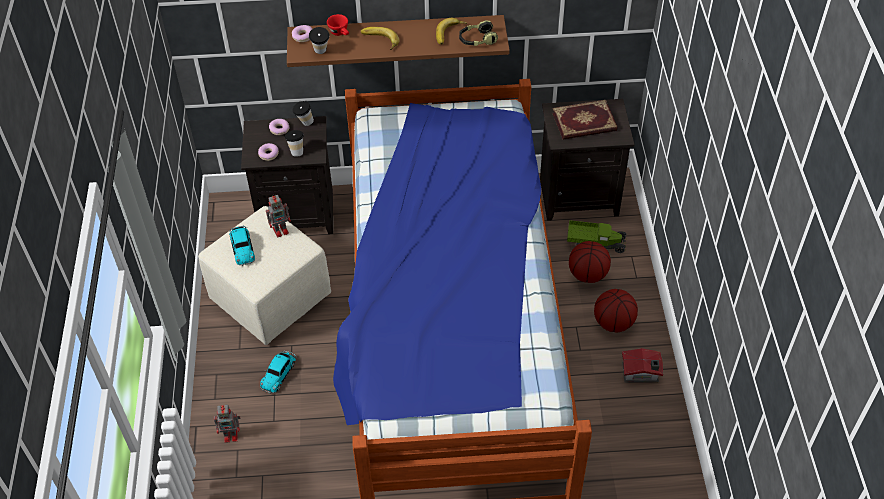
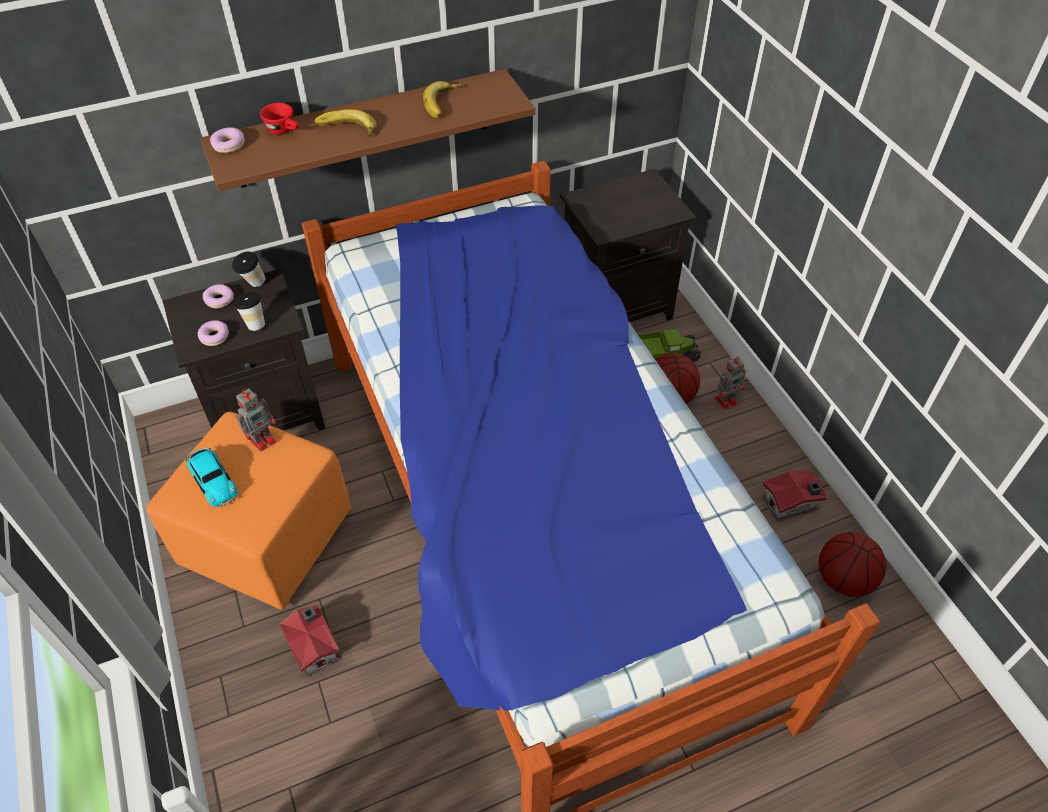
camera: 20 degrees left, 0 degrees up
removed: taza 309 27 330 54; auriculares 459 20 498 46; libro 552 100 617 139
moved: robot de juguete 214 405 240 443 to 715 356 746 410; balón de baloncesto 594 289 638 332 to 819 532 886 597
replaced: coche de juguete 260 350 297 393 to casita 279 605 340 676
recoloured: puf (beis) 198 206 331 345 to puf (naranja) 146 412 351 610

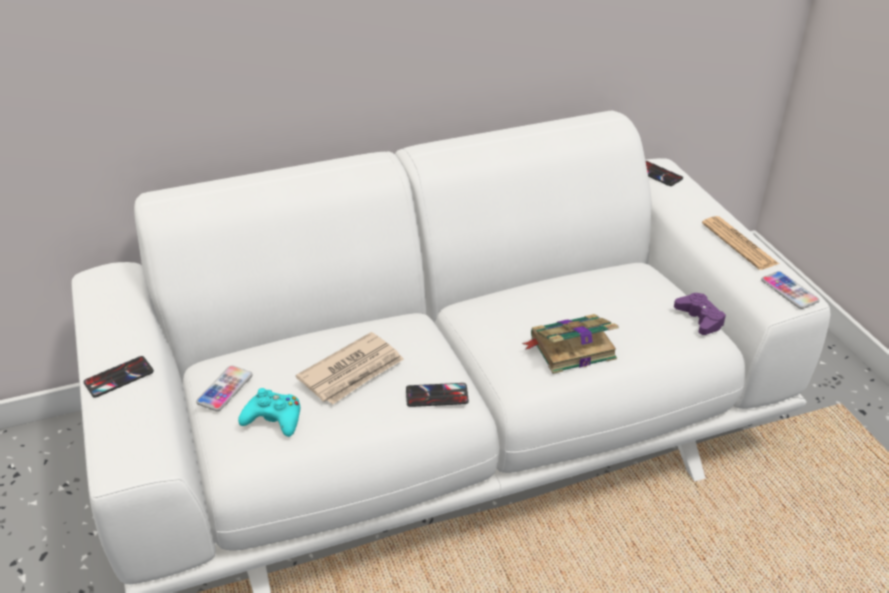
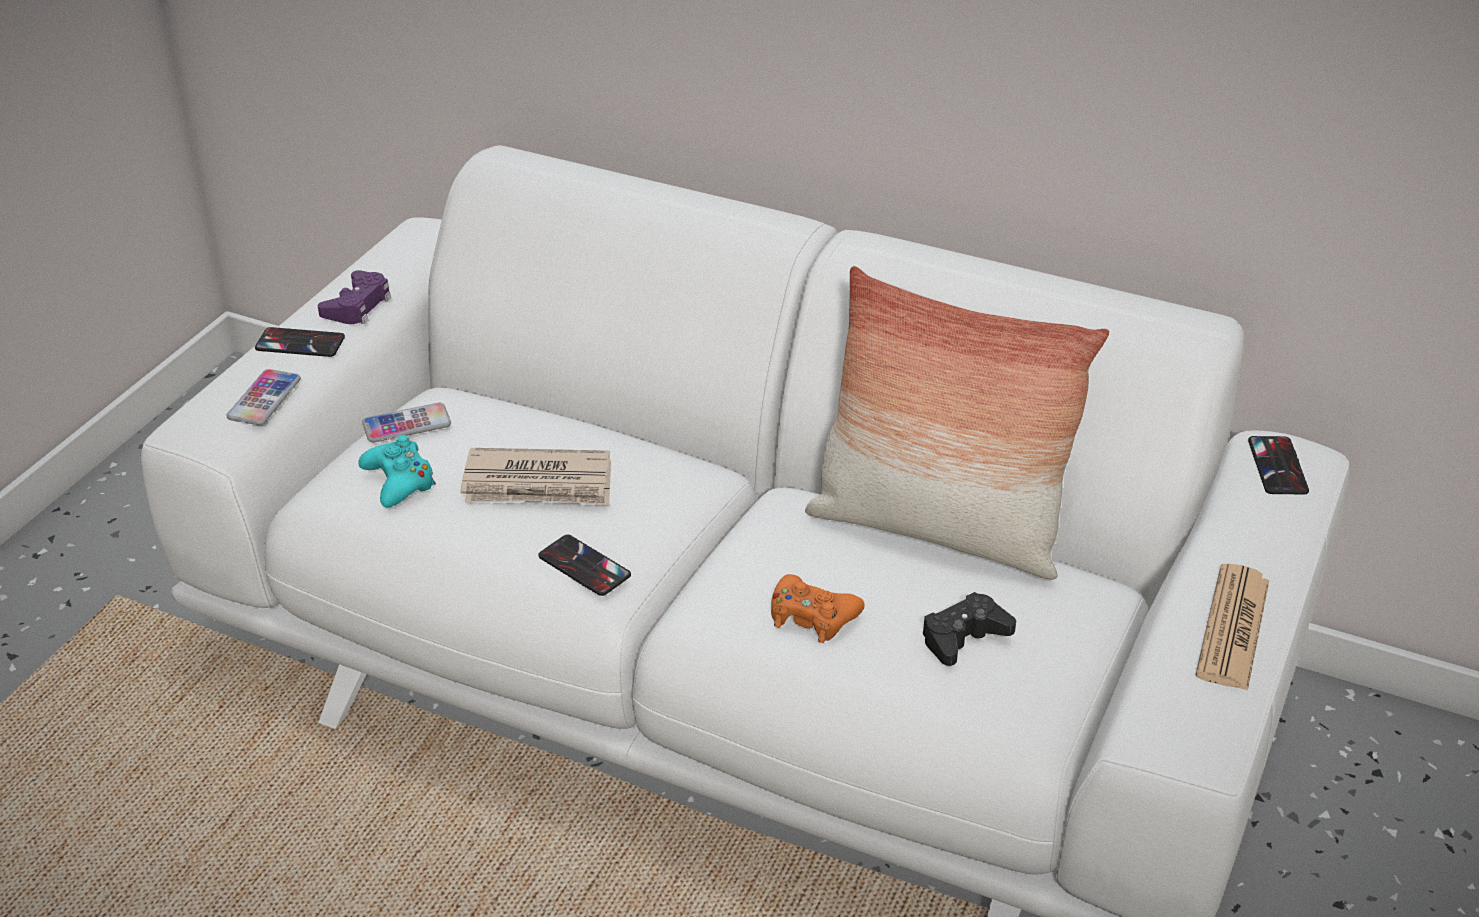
camera: 45 degrees right, 0 degrees up
added: cojín 805 266 1109 580; mando de consola (negro) 923 592 1016 666
moved: móvil 761 271 819 309 to 226 369 301 425; mando de consola (morado) 674 293 726 335 to 318 270 391 324
replaced: libro 522 314 619 374 to mando de consola (naranja) 771 574 865 643

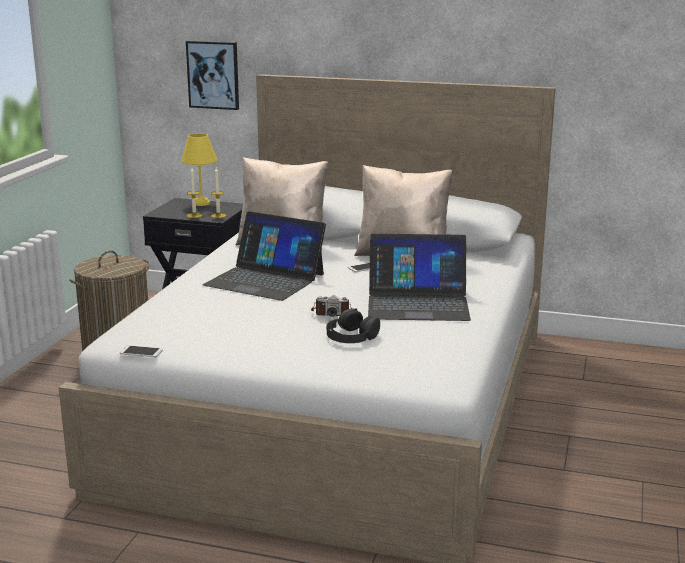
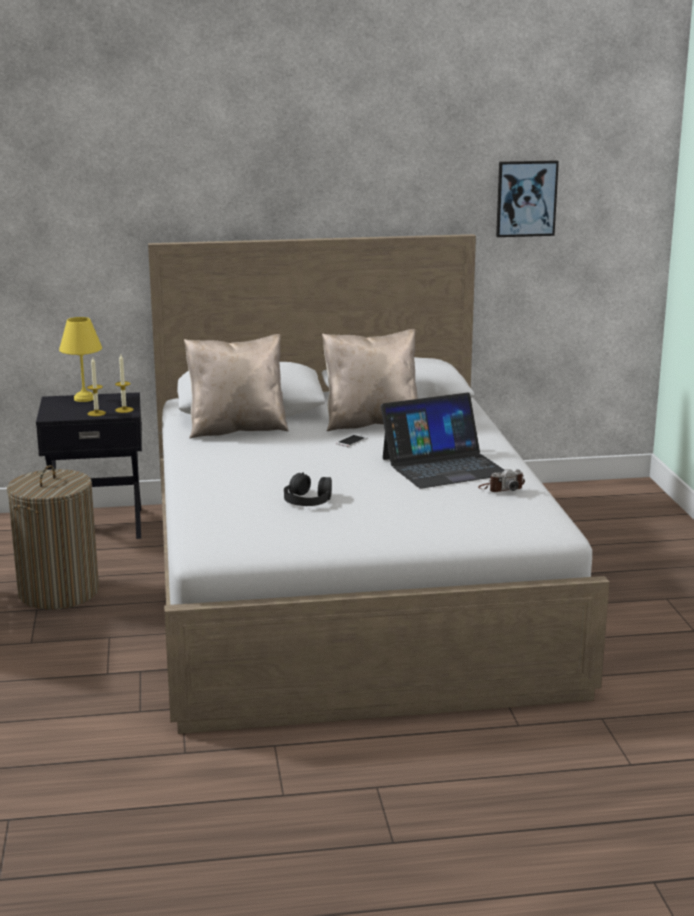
camera: 25 degrees left, 0 degrees up
removed: móvil 120 345 163 357; portátil 203 211 326 301
moved: auriculares (negro) 327 308 380 343 to 284 472 332 506; cámara 311 295 352 317 to 478 469 525 492; cuadro 186 41 239 110 to 496 160 559 237

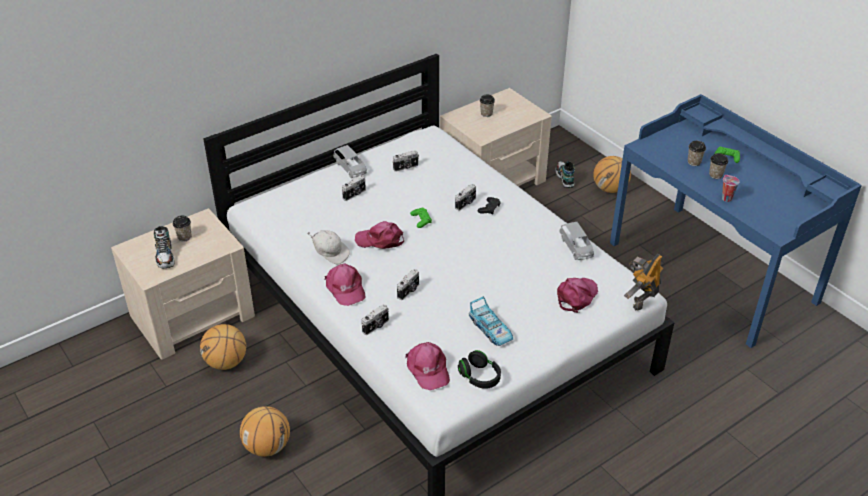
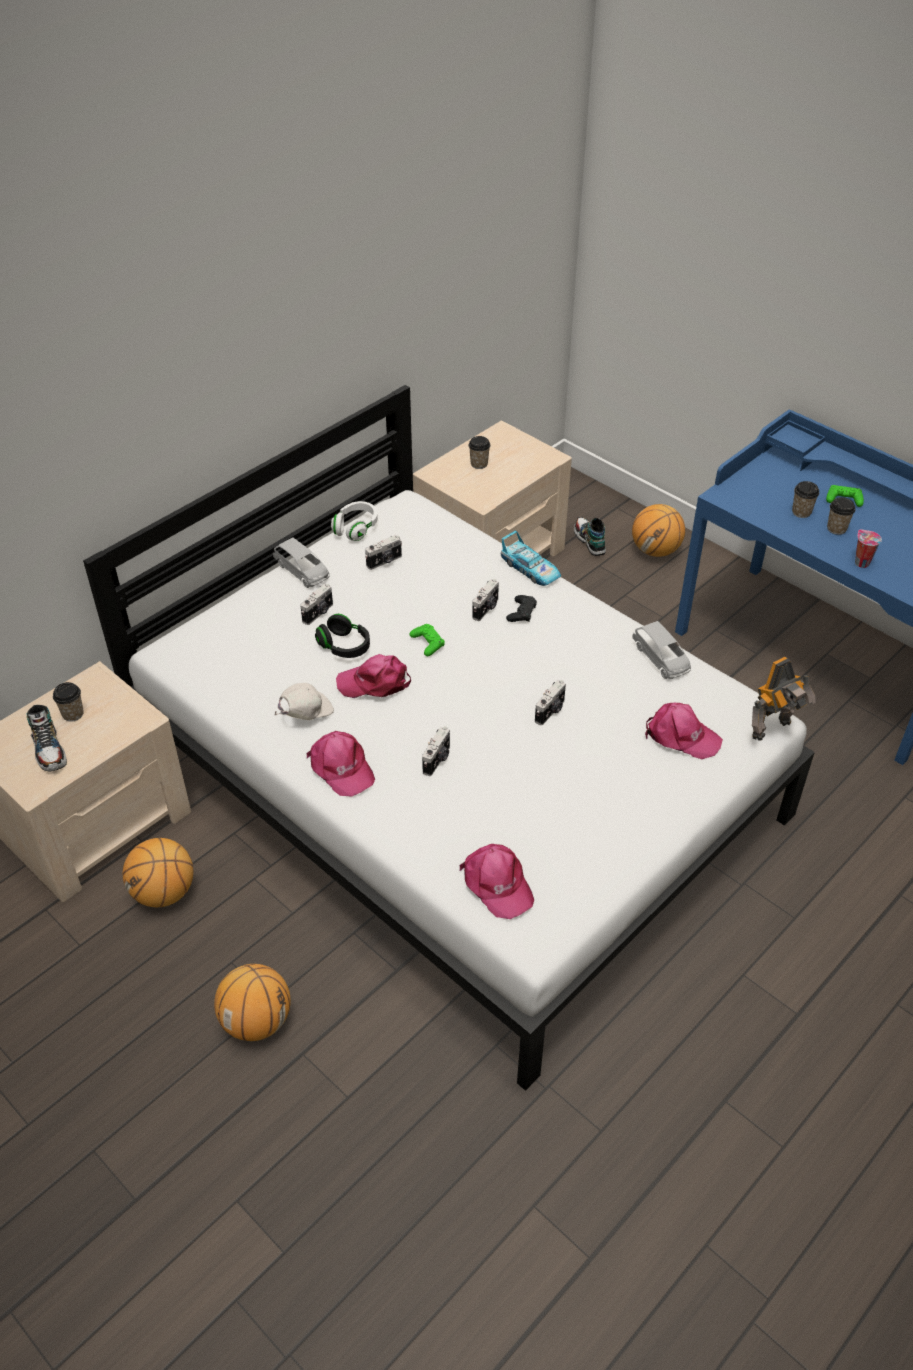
camera: 10 degrees left, 5 degrees up
added: auriculares (blanco) 331 501 378 541
moved: auriculares (negro) 458 350 501 389 to 315 614 370 658; coche de juguete 469 297 513 346 to 501 530 561 586; cámara 362 304 389 335 to 535 680 566 725
turned: gorra (blanco) 307 230 350 264 = 274 683 334 720 60 degrees counterclockwise; gorra (rosa) 557 278 598 313 = 645 703 723 759 90 degrees clockwise; robot de juguete 624 254 664 311 = 752 657 816 741 150 degrees counterclockwise

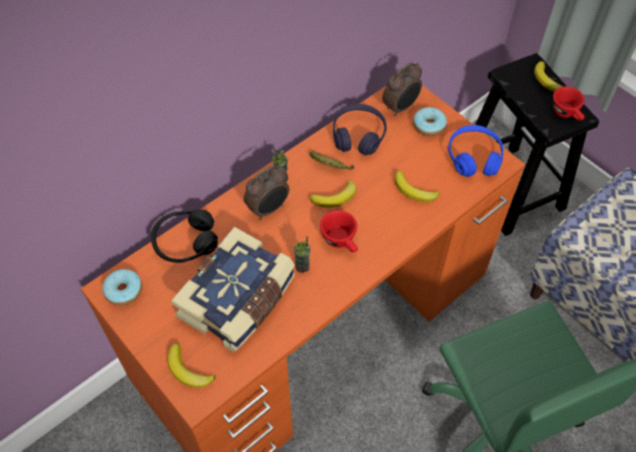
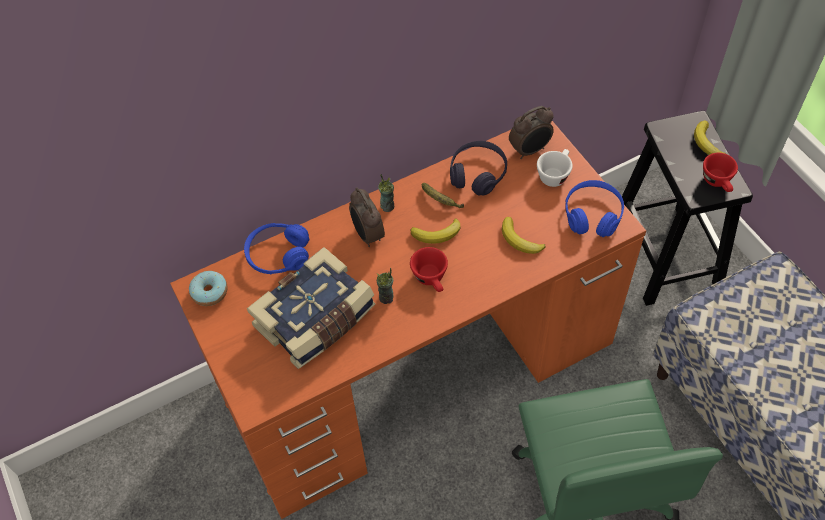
camera: 15 degrees right, 0 degrees up
removed: plátano 167 343 216 388
replaced: rosquilla 413 107 447 136 to taza (blanco) 537 149 573 187
recoloured: auriculares (negro) 151 209 218 263 to auriculares (azul) 244 223 309 274
turned: despertador 244 165 289 220 = 349 188 385 247 90 degrees clockwise

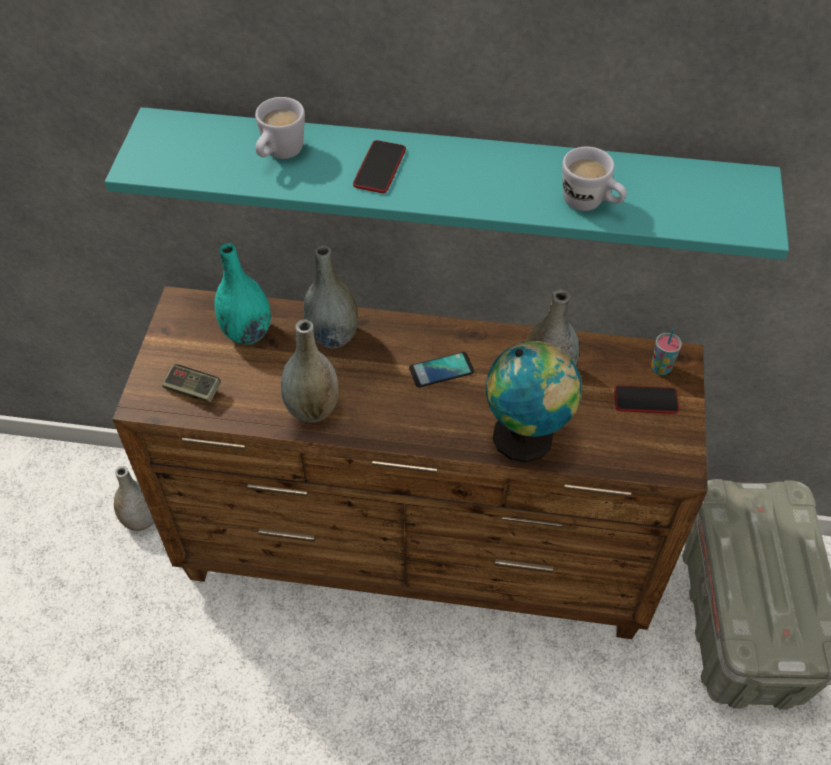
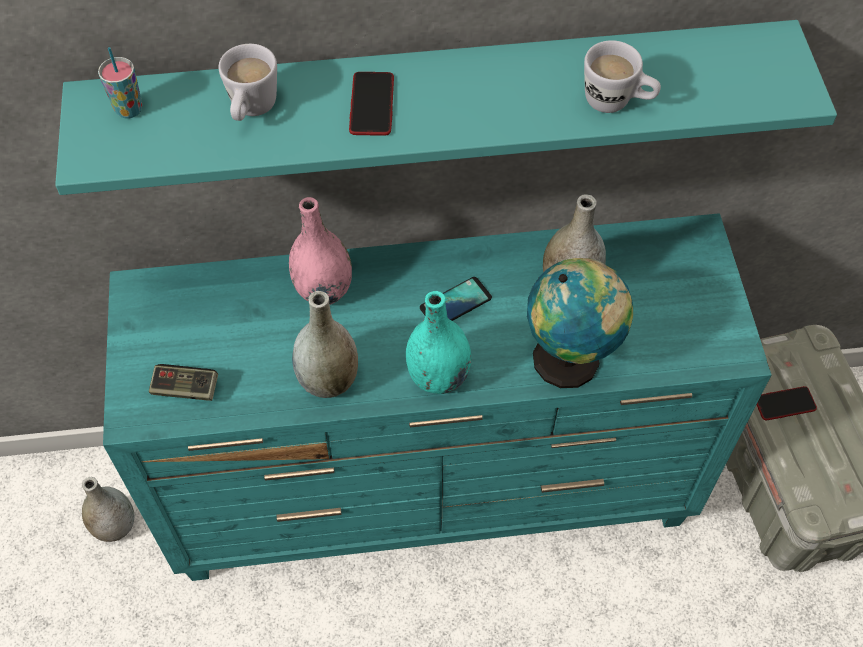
camera: 15 degrees left, 5 degrees up
moved: taza 651 328 682 375 to 98 47 142 119; florero (turquesa) 215 243 271 345 to 406 291 471 394; móvil 614 385 679 414 to 757 386 817 420
recoloured: cómoda (marrón) 112 286 708 639 to cómoda (turquesa) 103 213 772 581; florero (gris) 303 245 358 348 to florero (rosa) 289 197 352 305

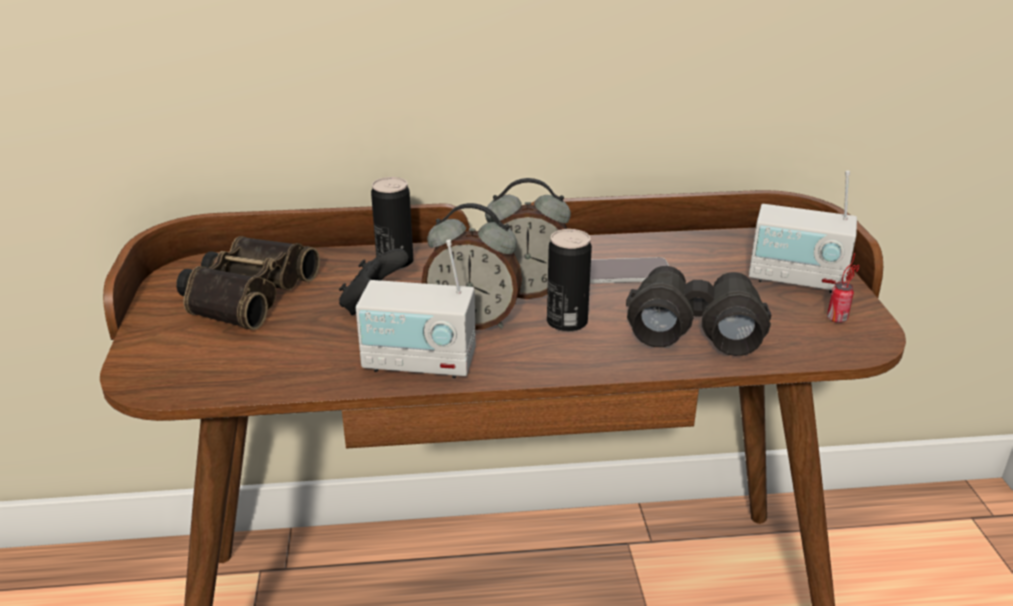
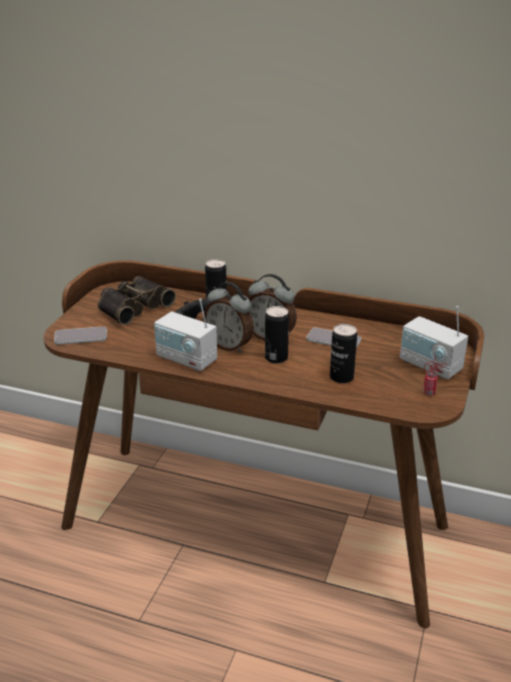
camera: 25 degrees right, 0 degrees up
added: móvil 54 327 107 345
replaced: prismáticos (negro) 626 266 771 356 to lata 330 324 357 384

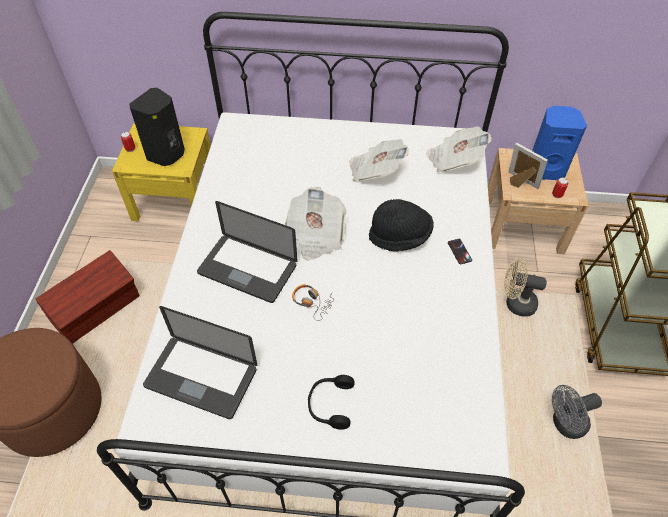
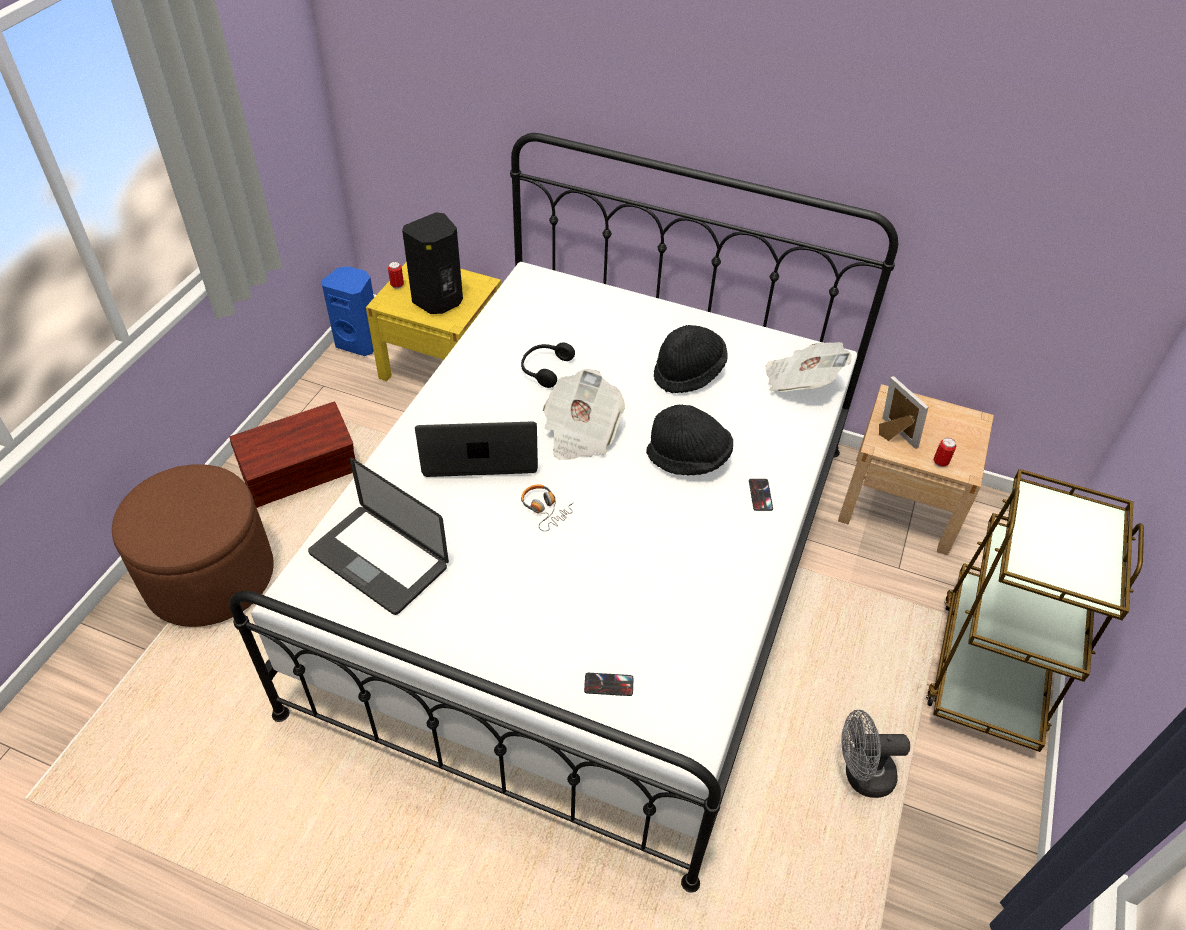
camera: 15 degrees right, 5 degrees down
removed: ventilador (beis) 504 258 547 317
added: móvil 584 673 633 696
moved: altavoz (azul) 532 106 587 180 to 321 266 374 356; auriculares (negro) 308 375 355 430 to 521 343 575 388
replaced: periódico 349 139 409 181 to sombrero (negro) 654 325 728 393
turned: portátil 197 201 297 303 = 415 421 538 477 135 degrees clockwise

